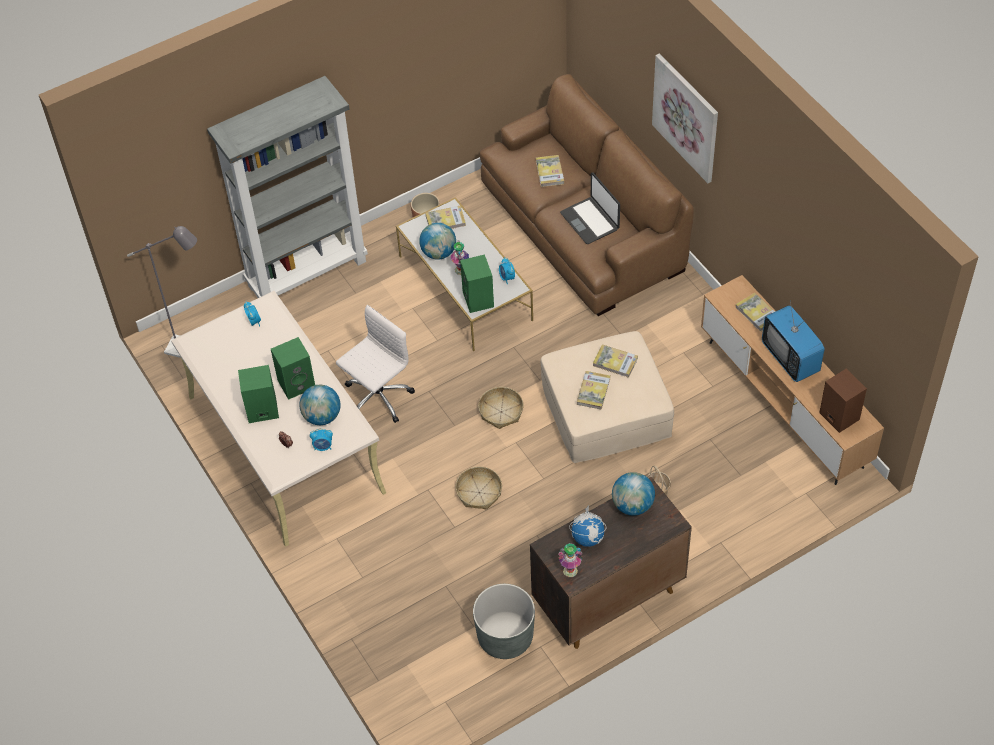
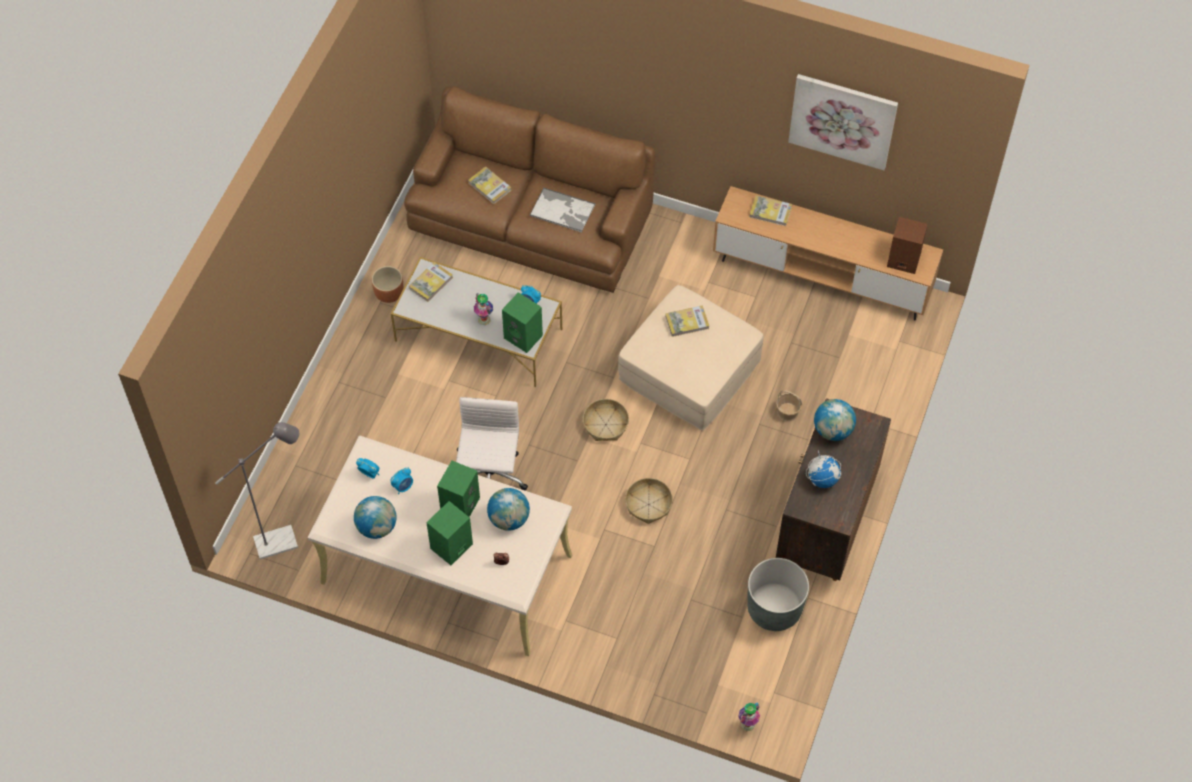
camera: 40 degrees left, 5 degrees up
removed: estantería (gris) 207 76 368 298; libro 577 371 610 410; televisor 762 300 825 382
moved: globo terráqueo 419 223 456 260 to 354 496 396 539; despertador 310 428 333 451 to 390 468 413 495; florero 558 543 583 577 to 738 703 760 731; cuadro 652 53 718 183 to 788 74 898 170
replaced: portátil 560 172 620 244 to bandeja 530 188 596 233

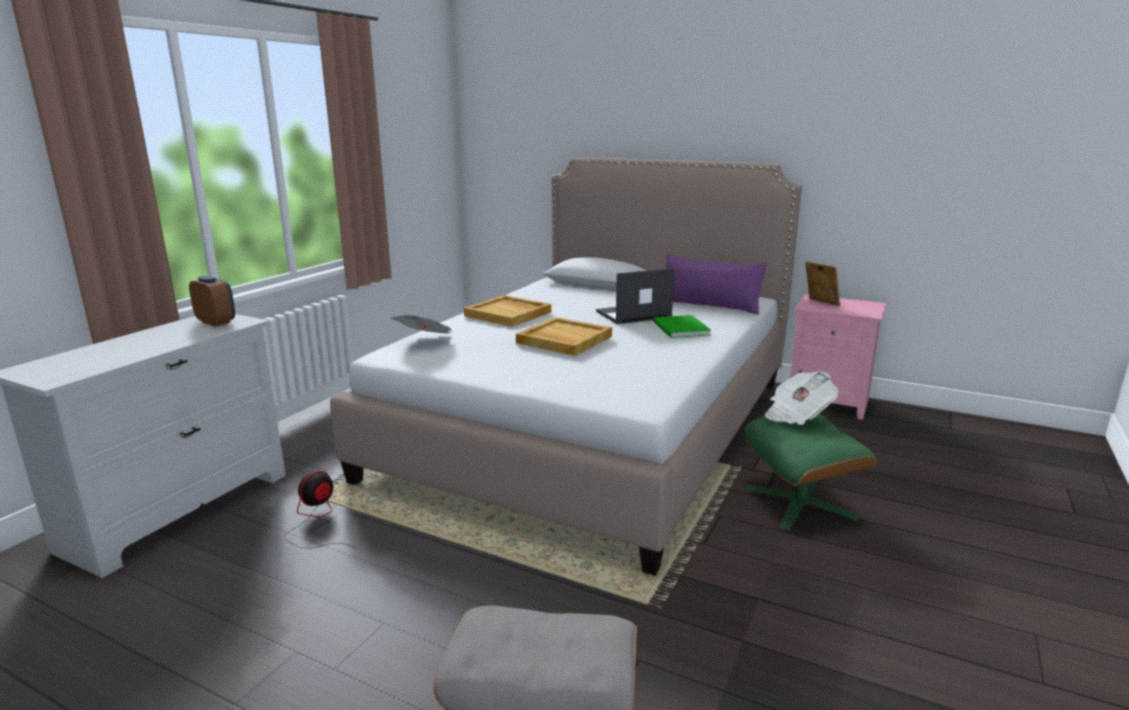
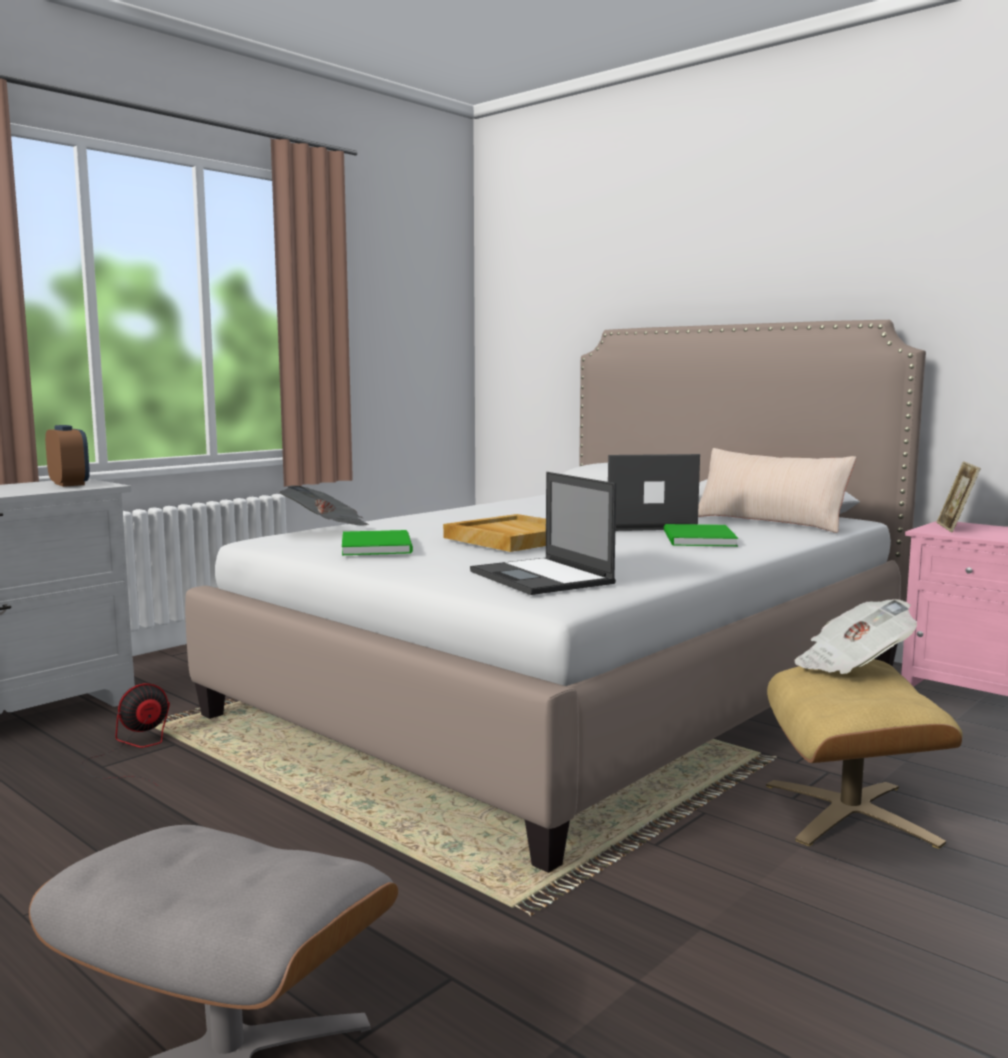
camera: 15 degrees right, 10 degrees down
removed: bandeja (beis) 464 295 551 327
added: libro (verde) 342 530 413 555; portátil 470 472 616 595
recoloured: cojín (morado) 666 254 767 315 to cojín (beis) 698 448 856 533; puf (verde) 745 413 877 531 to puf (beis) 766 659 963 849
turned: portarretratos 805 261 840 306 = 936 461 981 533 150 degrees counterclockwise

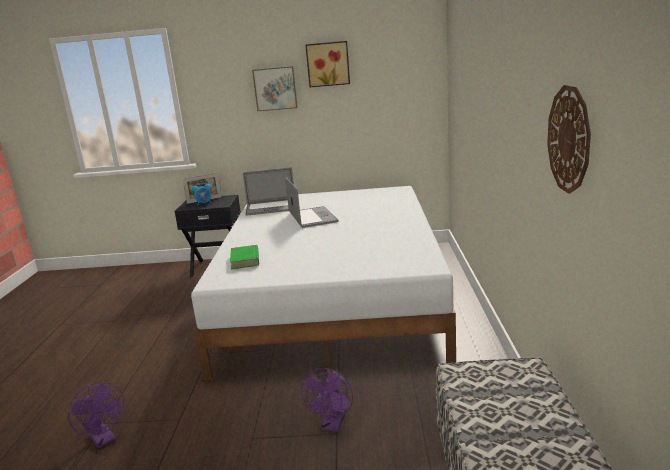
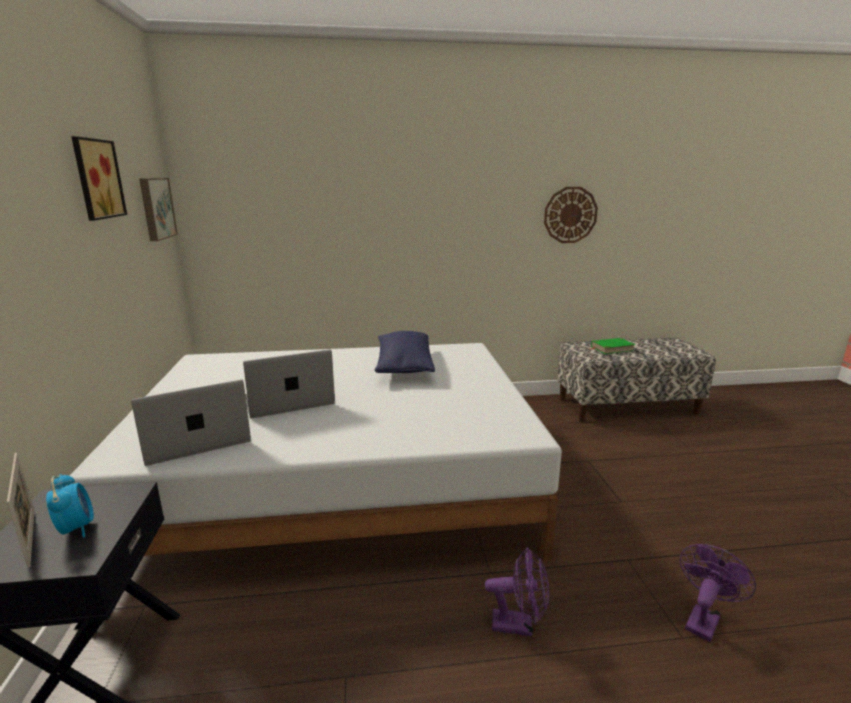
camera: 100 degrees left, 0 degrees up
added: cojín (azul) 375 331 435 373
moved: cuadro 252 66 298 111 to 139 178 178 241; ventilador (morado) 301 368 353 432 to 485 547 549 636; libro (verde) 230 245 259 269 to 591 338 635 354
turned: portátil 243 167 294 216 = 131 379 251 466 105 degrees counterclockwise

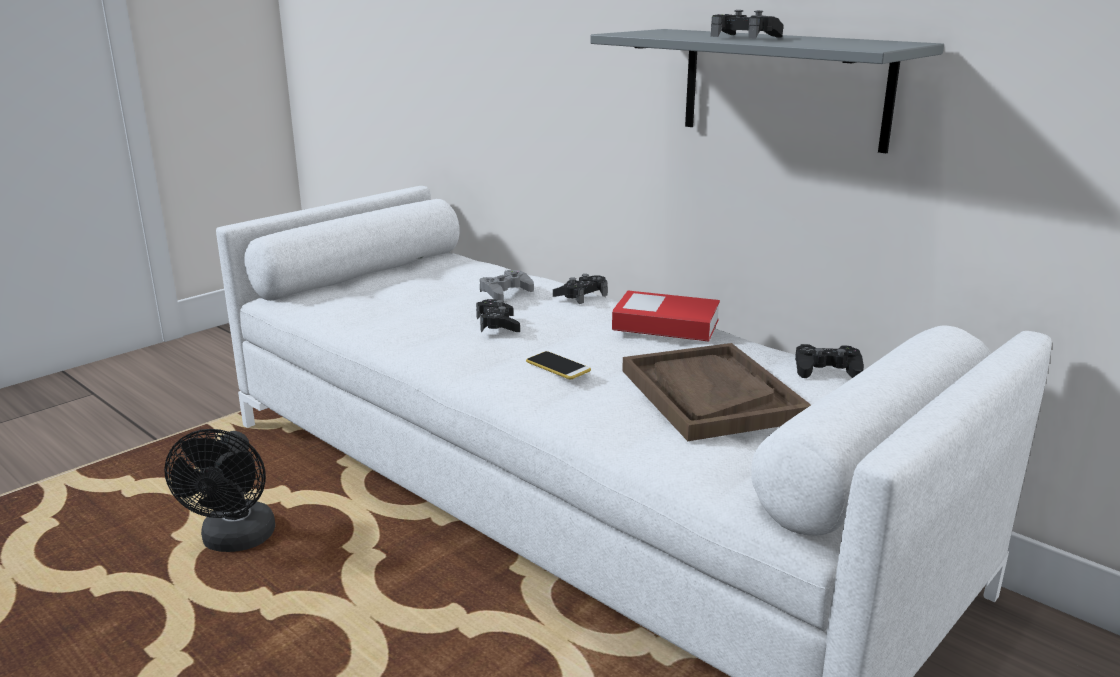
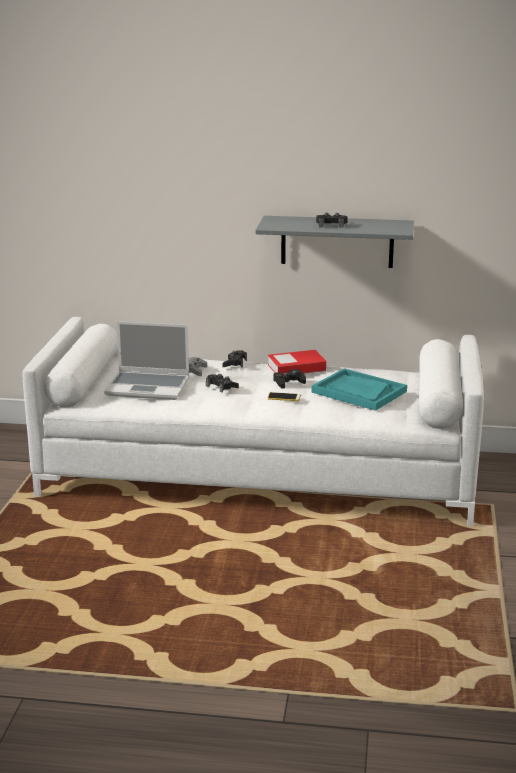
camera: 35 degrees left, 0 degrees up
removed: ventilador (negro) 164 429 275 552
added: portátil 104 321 189 400
moved: mando de consola (negro) 795 344 864 378 to 274 369 306 389
recoloured: bandeja (marrón) 622 343 811 441 to bandeja (turquesa) 311 368 407 411

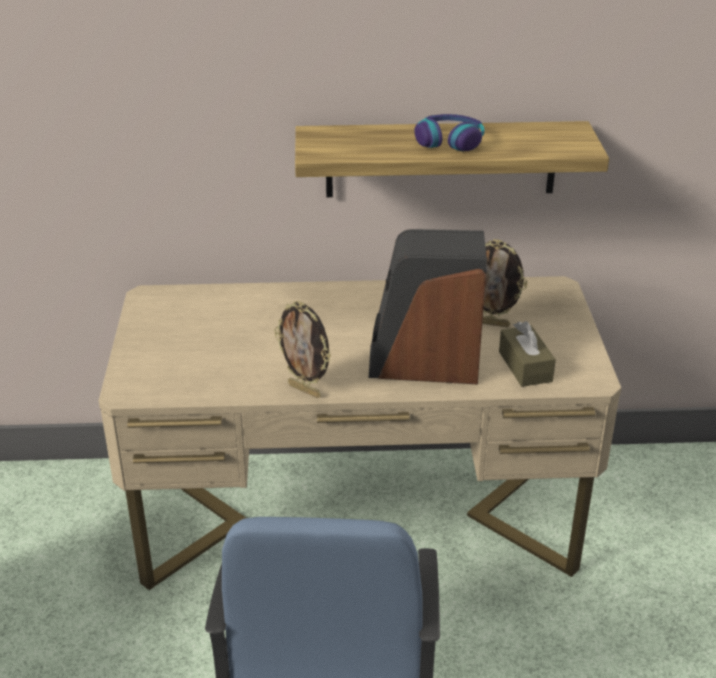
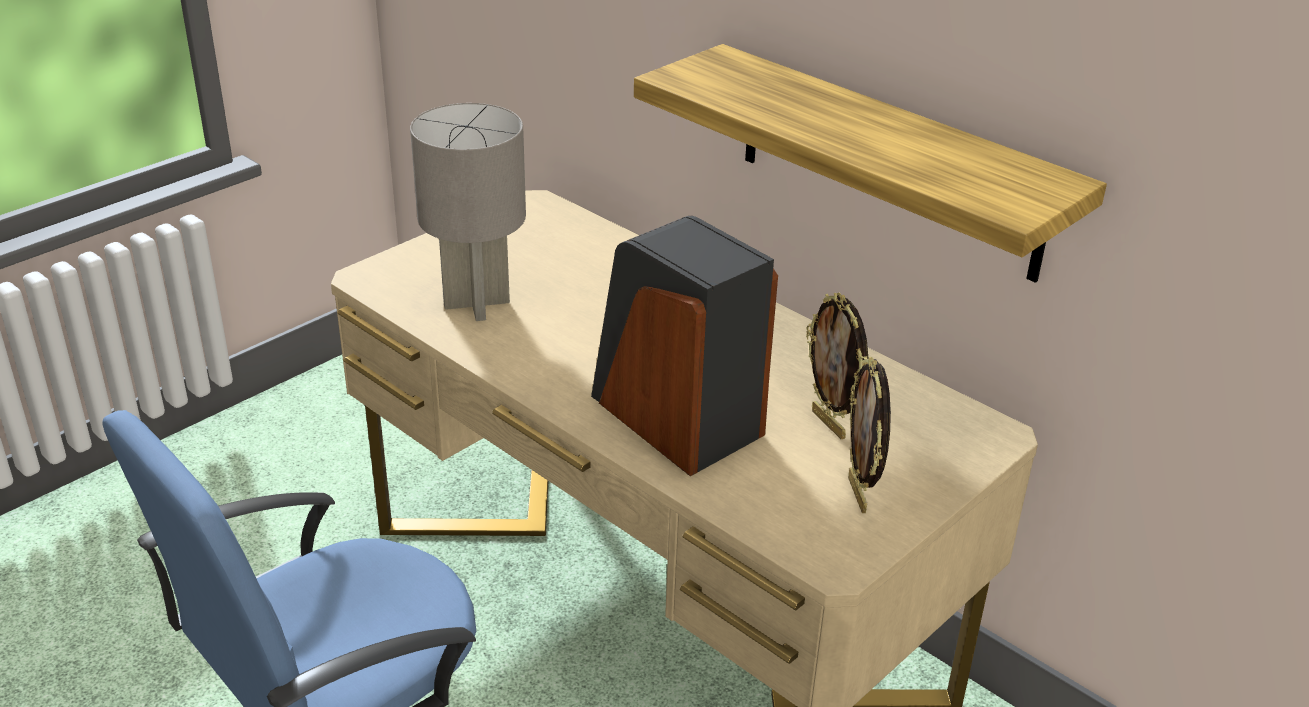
camera: 45 degrees right, 0 degrees up
removed: auriculares 414 114 485 151; caja de pañuelos (marrón) 499 321 556 387
added: lámpara de mesa (gris) 410 103 526 321
moved: portarretratos 274 301 331 398 to 848 356 891 513

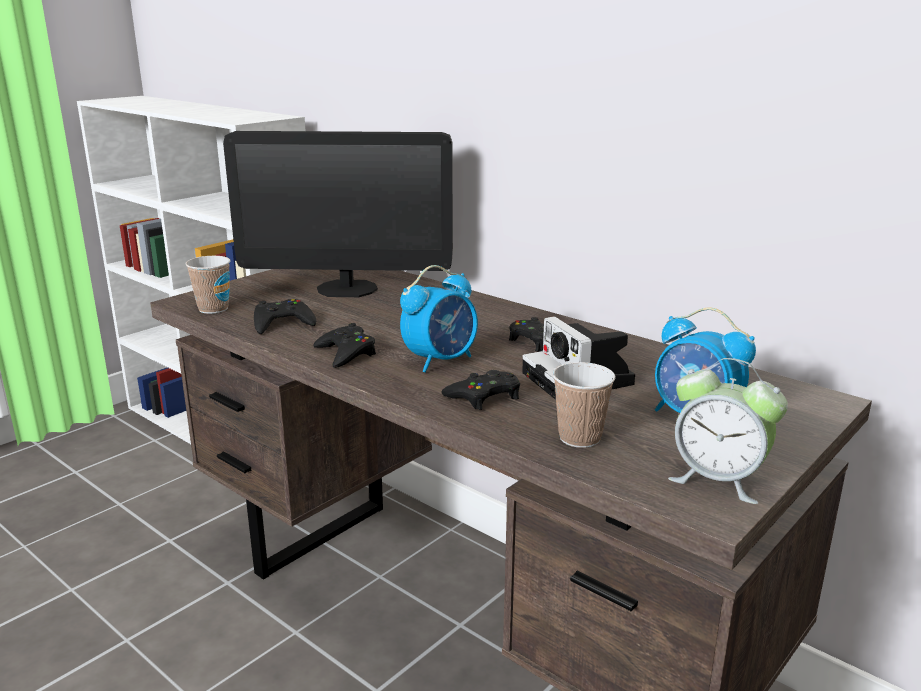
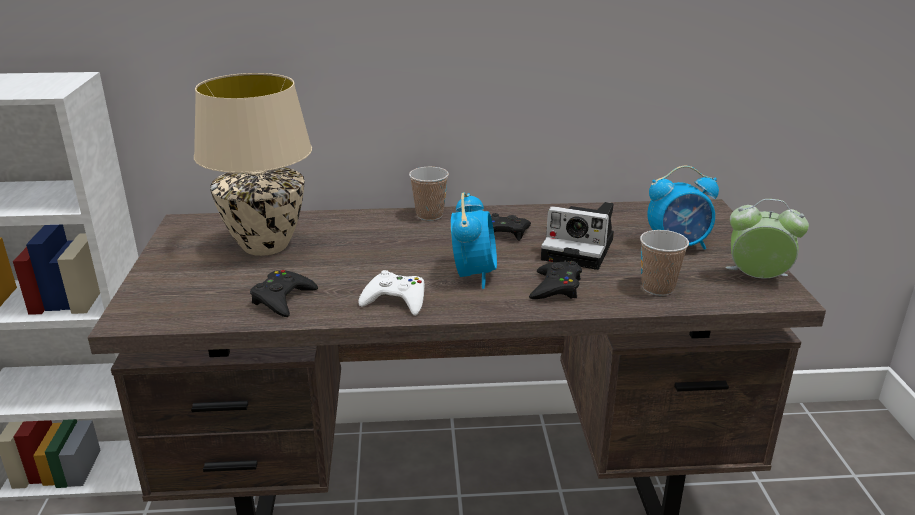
camera: 45 degrees left, 5 degrees up
moved: taza 185 256 230 314 to 409 167 449 221
replaced: monitor 223 131 453 297 to lámpara de mesa (beis) 194 73 312 256
recoloured: mando de consola (negro) 313 323 376 368 to mando de consola (blanco) 358 270 425 316
turned: despertador 668 358 788 504 = 725 199 809 278 150 degrees counterclockwise

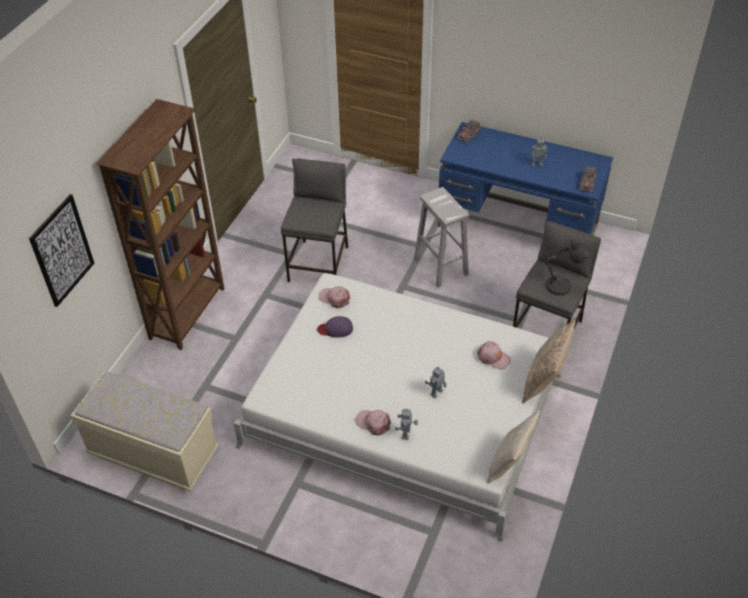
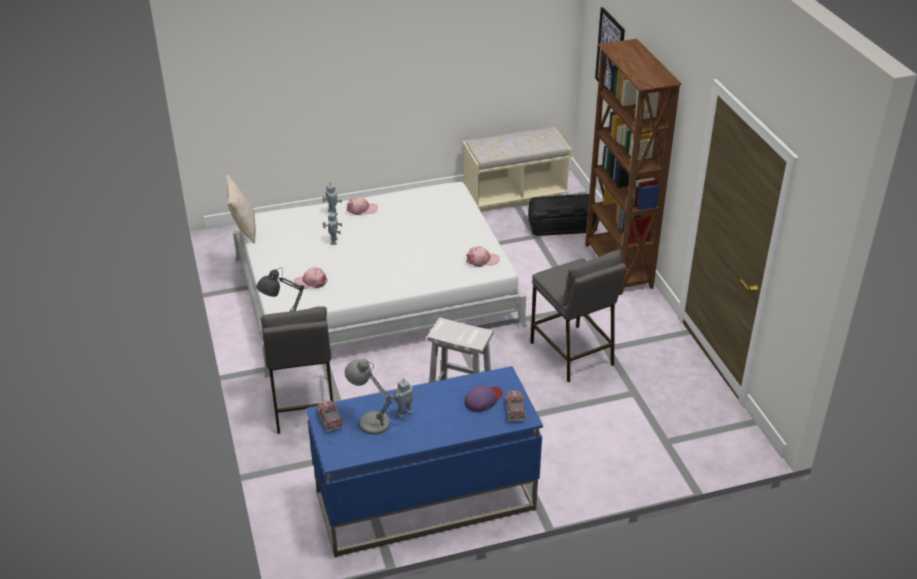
camera: 140 degrees right, 10 degrees down
removed: cojín (beis) 522 319 575 404
added: lámpara de mesa (gris) 345 359 399 435; caja de almacenaje (negro) 528 194 598 236
moved: gorra (morado) 317 316 353 338 to 465 385 502 412

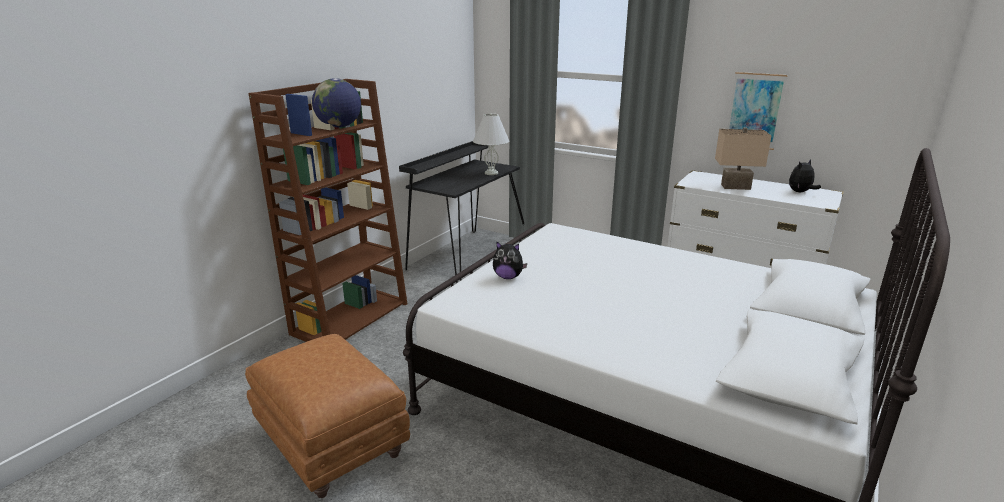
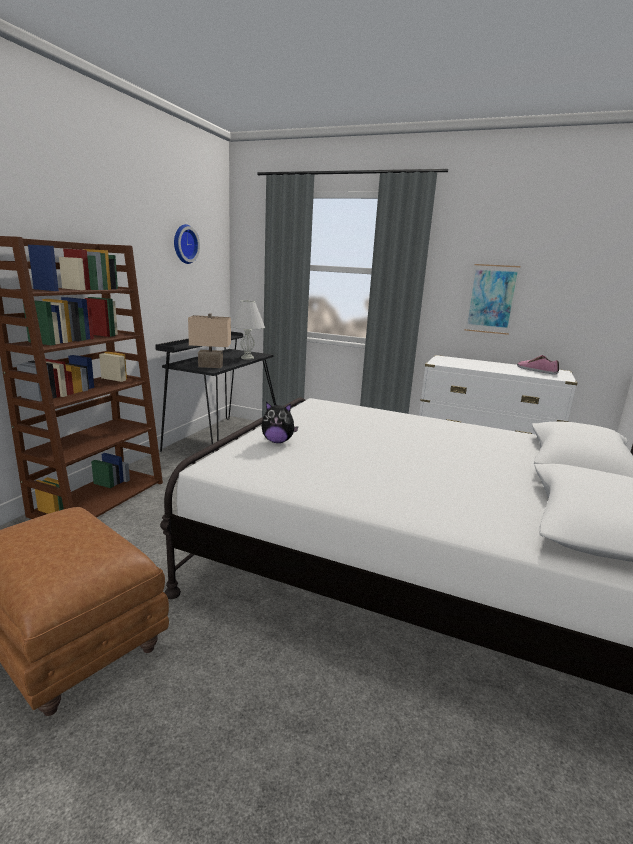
camera: 10 degrees left, 5 degrees down
removed: globo terráqueo 312 78 361 127
added: reloj de pared 174 224 200 264
moved: lámpara de mesa (beis) 715 127 772 190 to 188 314 231 368
replaced: peluche 789 159 821 192 to zapato 517 355 559 375

